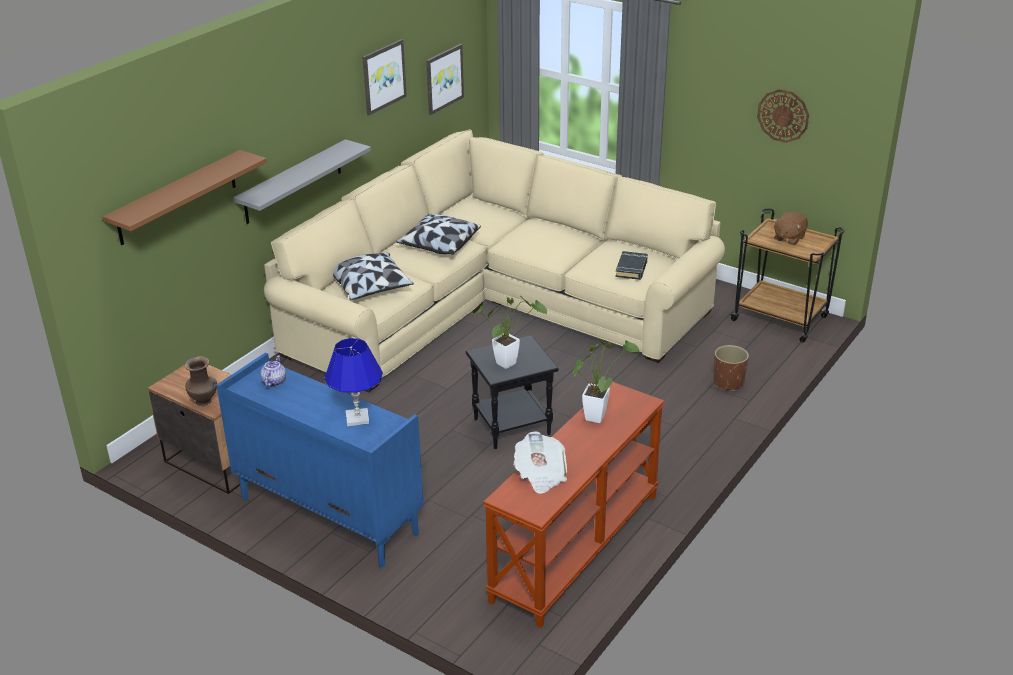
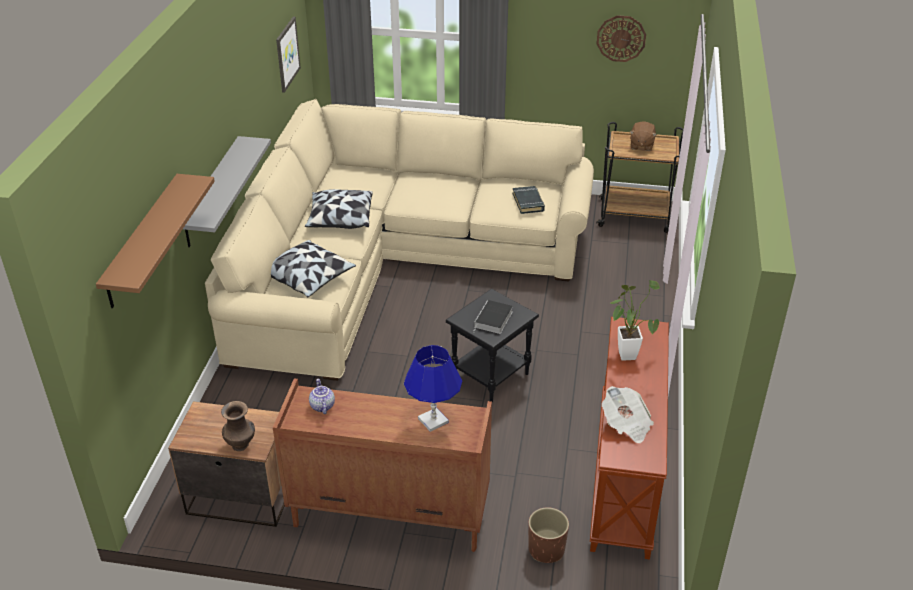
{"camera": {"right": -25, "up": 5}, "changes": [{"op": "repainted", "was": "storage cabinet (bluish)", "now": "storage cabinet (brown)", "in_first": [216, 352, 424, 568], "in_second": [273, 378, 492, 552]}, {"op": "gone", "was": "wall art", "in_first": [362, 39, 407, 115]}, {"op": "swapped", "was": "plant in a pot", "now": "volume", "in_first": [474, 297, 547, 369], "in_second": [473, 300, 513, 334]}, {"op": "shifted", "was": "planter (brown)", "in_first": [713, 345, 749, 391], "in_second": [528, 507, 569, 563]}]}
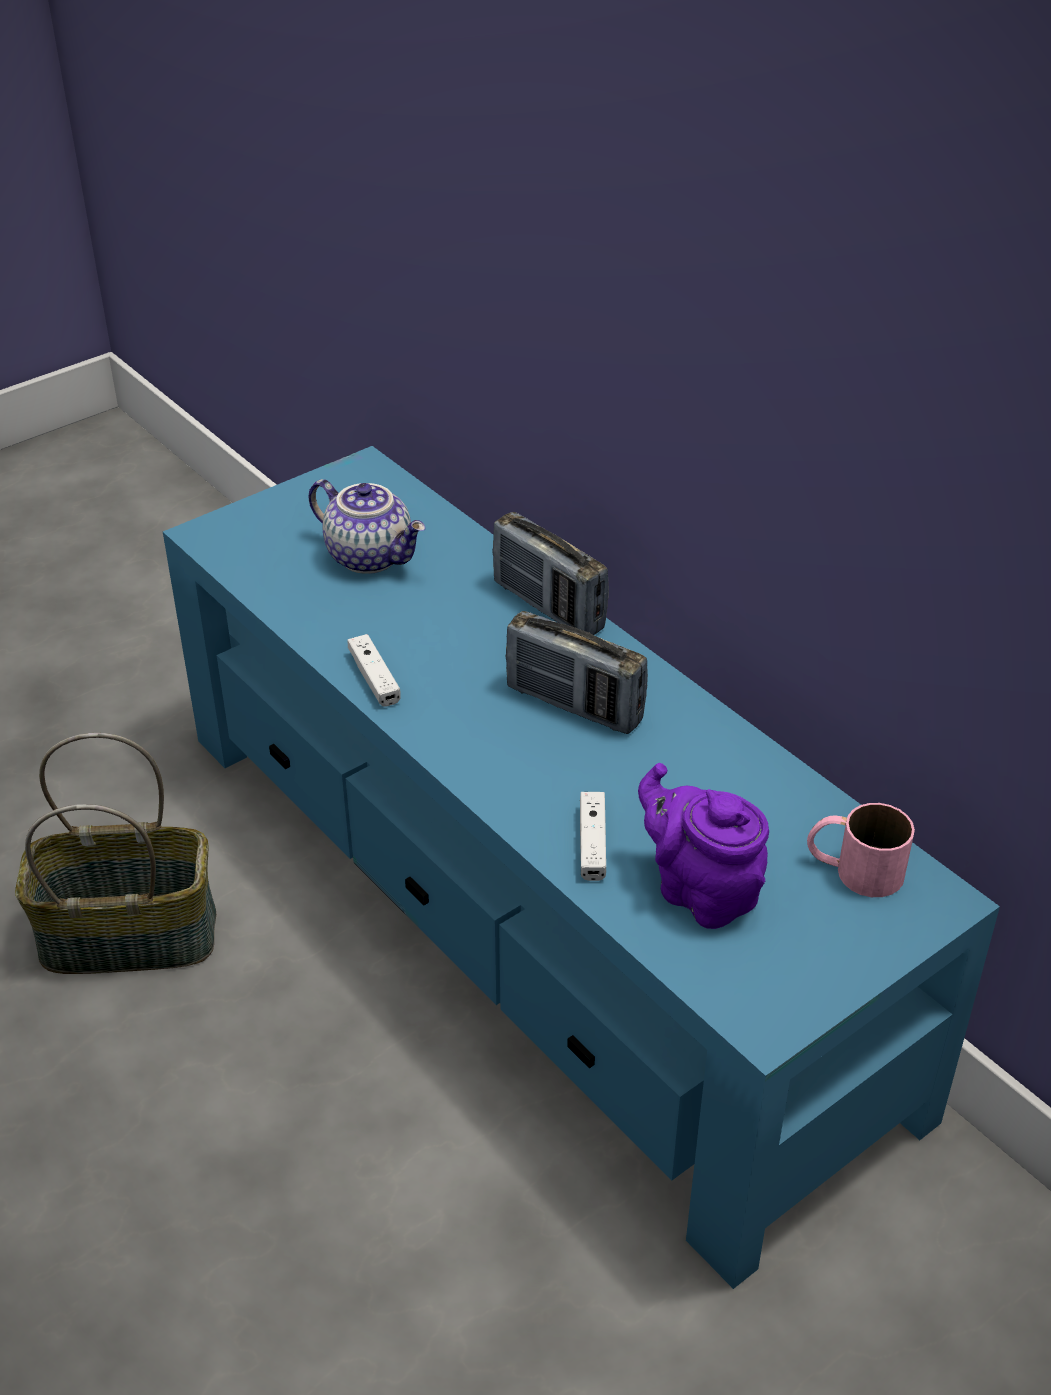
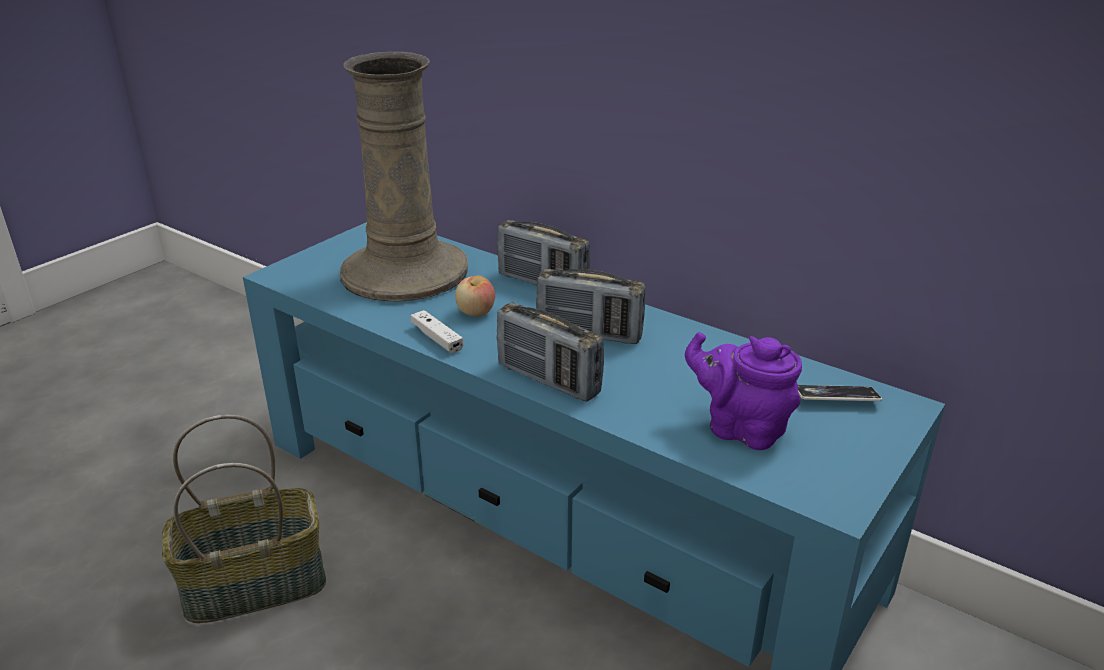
{"camera": {"right": -15, "up": -10}, "changes": [{"op": "swapped", "was": "teapot", "now": "flower vase (sand-coloured)", "in_first": [308, 479, 426, 574], "in_second": [340, 52, 468, 302]}, {"op": "gone", "was": "joypad (white)", "in_first": [580, 792, 606, 881]}, {"op": "swapped", "was": "tea mug (pinkish)", "now": "telephone", "in_first": [807, 803, 915, 897], "in_second": [798, 385, 882, 401]}, {"op": "new", "now": "whole apple", "in_second": [455, 276, 495, 317]}, {"op": "new", "now": "radio", "in_second": [497, 302, 604, 402]}]}
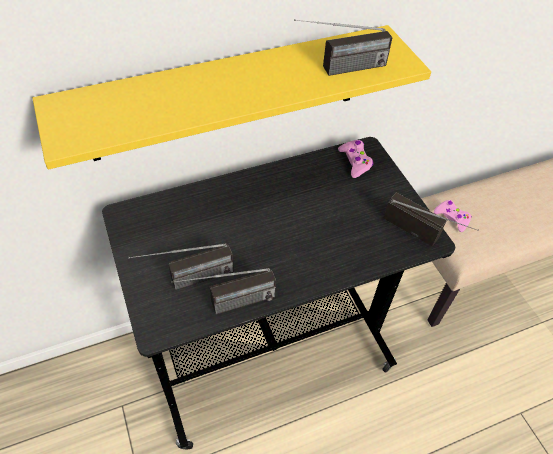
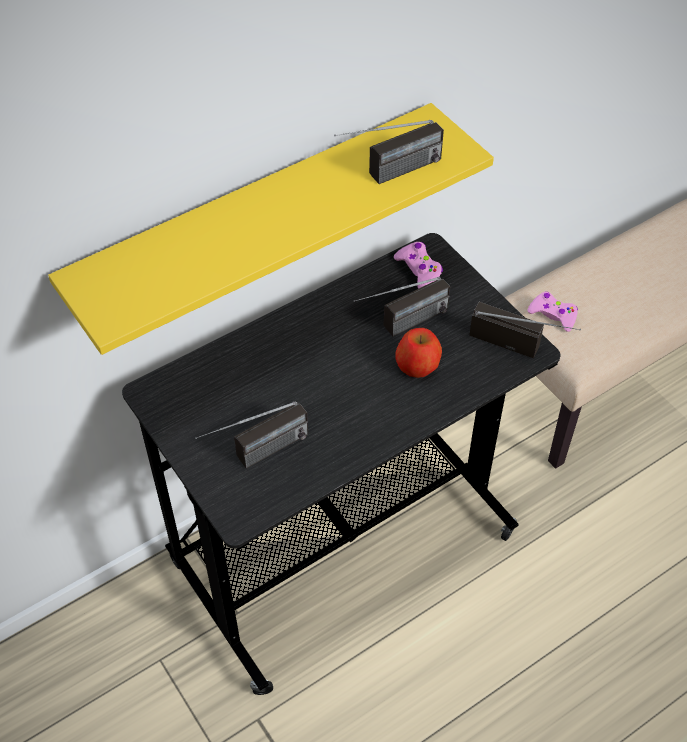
{"camera": {"right": -10, "up": 0}, "changes": [{"op": "shifted", "was": "radio", "in_first": [171, 268, 276, 315], "in_second": [354, 277, 450, 336]}, {"op": "new", "now": "whole apple", "in_second": [395, 328, 442, 378]}]}
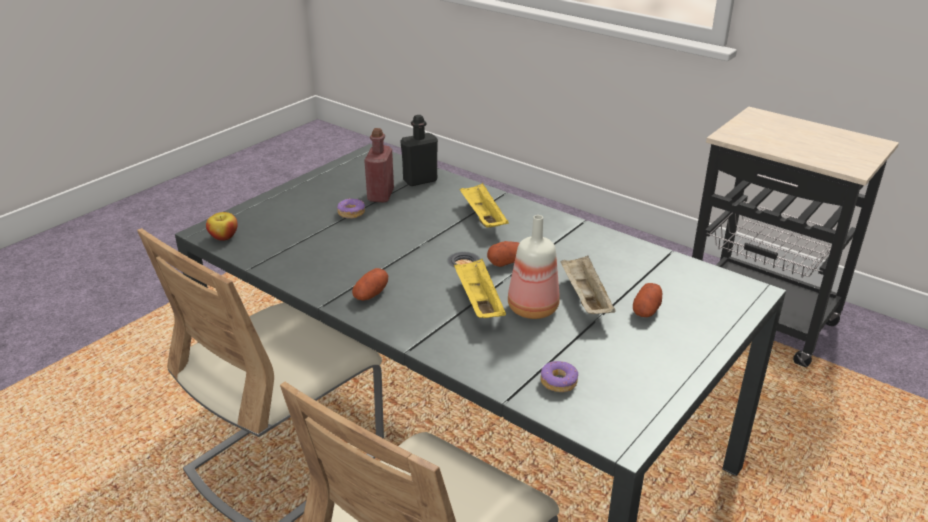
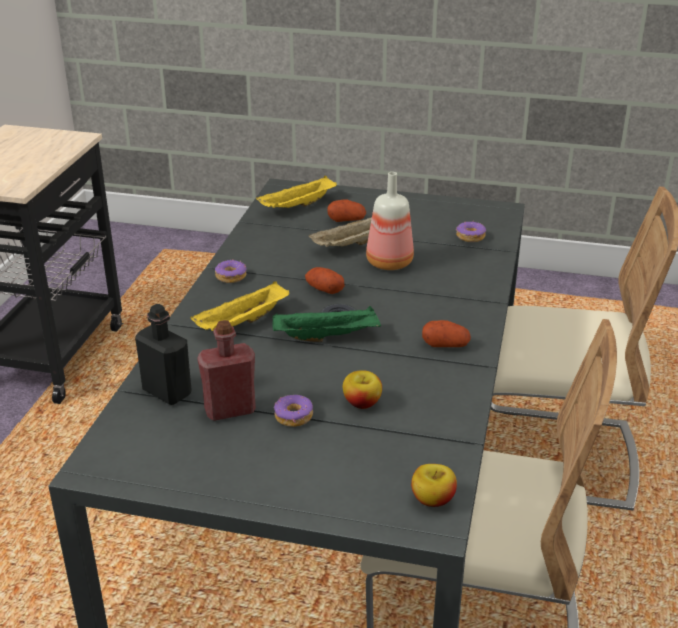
{"camera": {"right": -115, "up": 0}, "changes": [{"op": "shifted", "was": "serving tray (yellow)", "in_first": [454, 259, 506, 318], "in_second": [256, 176, 337, 208]}, {"op": "new", "now": "ring doughnut", "in_second": [215, 260, 246, 283]}, {"op": "new", "now": "serving tray (green)", "in_second": [272, 306, 381, 342]}, {"op": "new", "now": "whole apple", "in_second": [343, 370, 382, 409]}]}
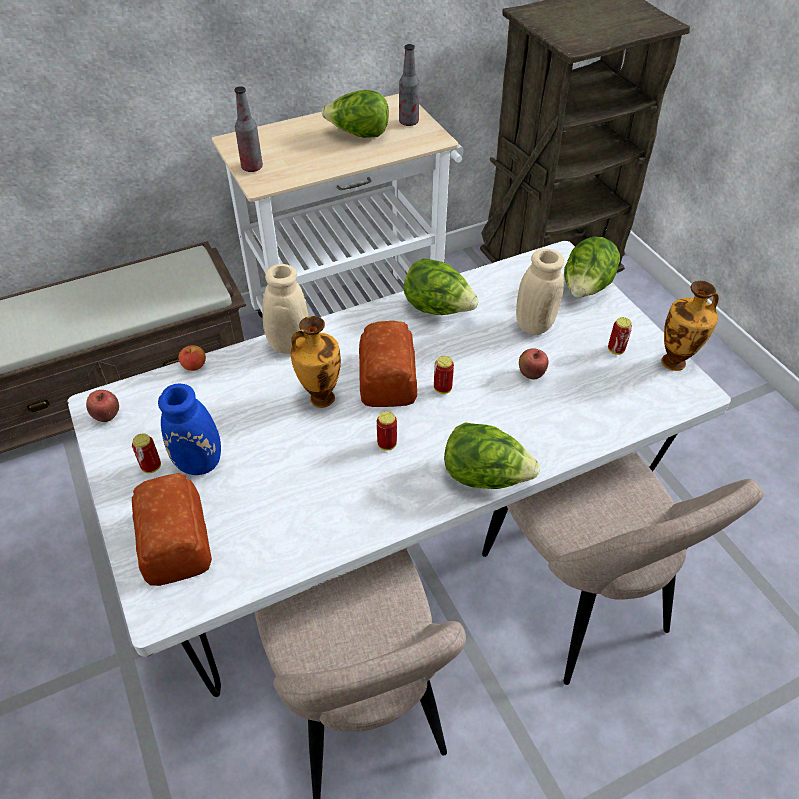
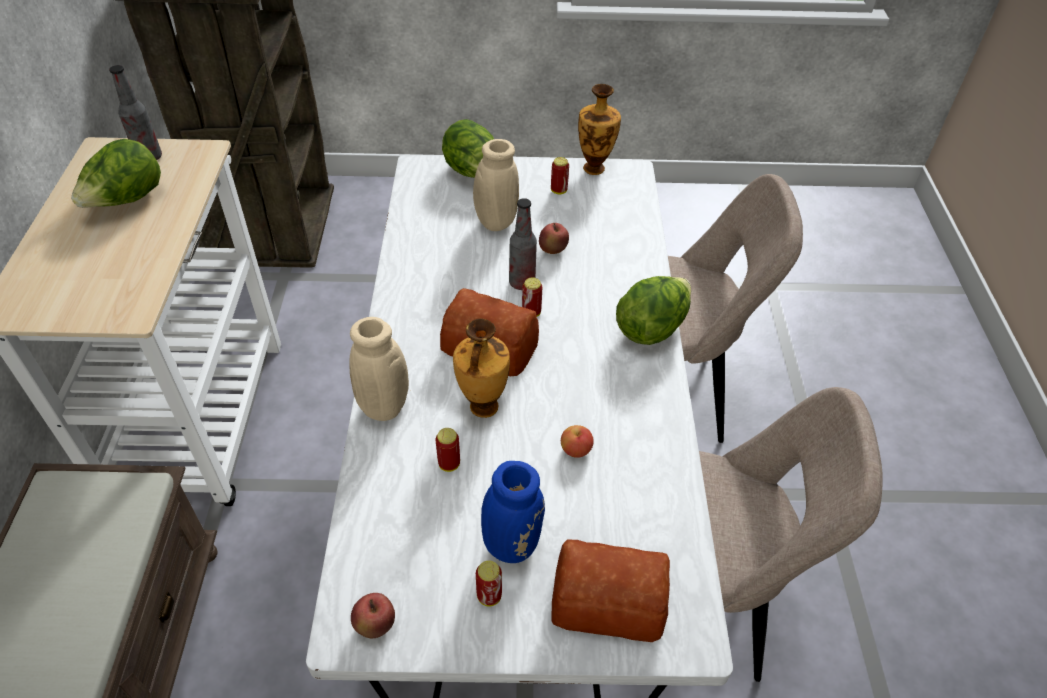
{"camera": {"right": -65, "up": 0}, "changes": [{"op": "shifted", "was": "whole apple", "in_first": [179, 345, 206, 371], "in_second": [561, 425, 594, 458]}, {"op": "shifted", "was": "bottle", "in_first": [234, 86, 263, 172], "in_second": [509, 198, 537, 290]}, {"op": "shifted", "was": "metal can", "in_first": [377, 411, 397, 451], "in_second": [436, 428, 460, 472]}, {"op": "gone", "was": "lettuce head", "in_first": [404, 258, 479, 315]}]}
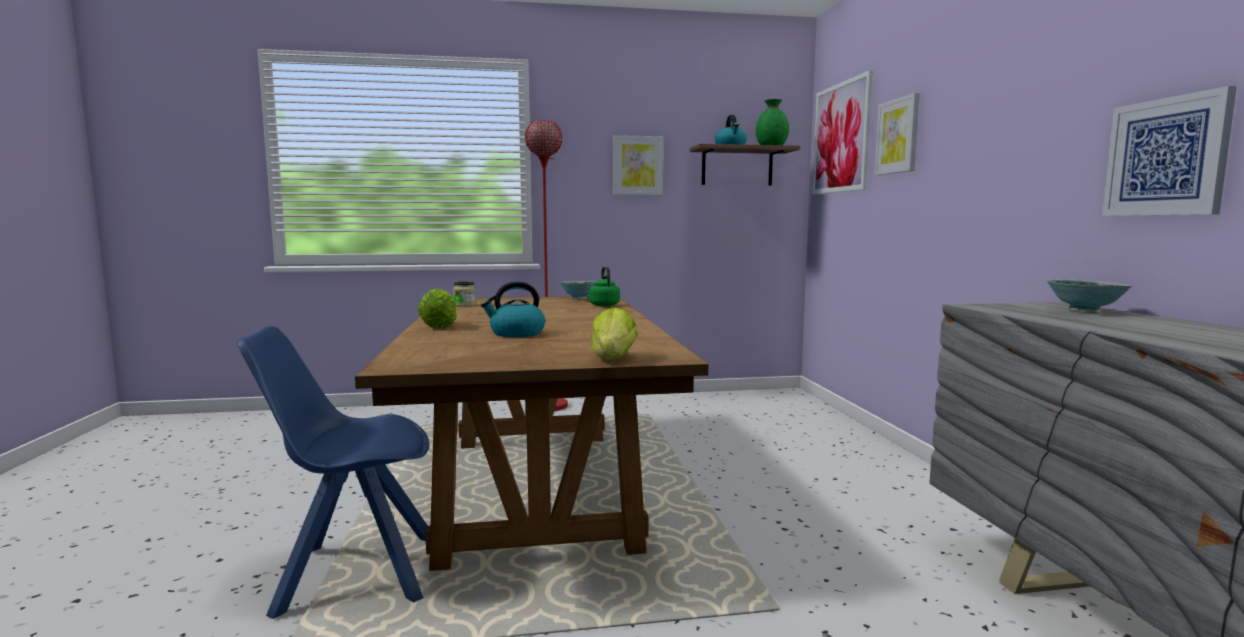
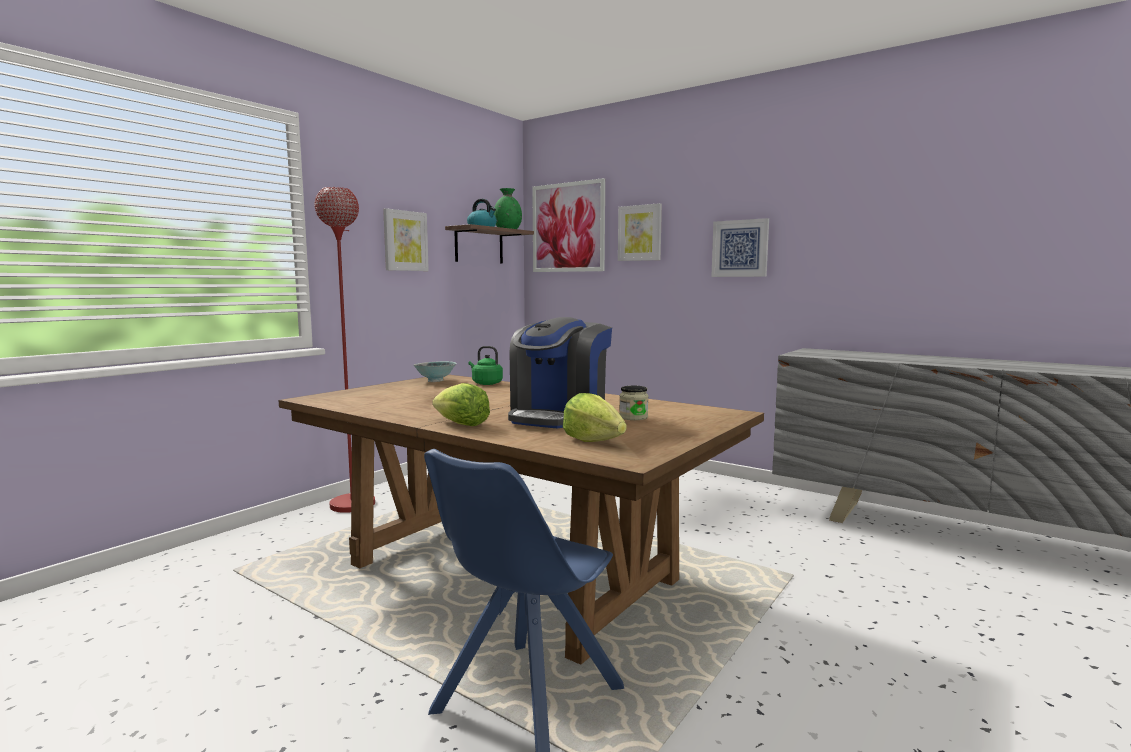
{"camera": {"right": -45, "up": 0}, "changes": [{"op": "shifted", "was": "storage jar", "in_first": [453, 281, 476, 307], "in_second": [620, 386, 648, 420]}, {"op": "swapped", "was": "tea kettle", "now": "coffee brewer", "in_first": [481, 281, 545, 337], "in_second": [508, 317, 612, 428]}, {"op": "shifted", "was": "lettuce head", "in_first": [590, 307, 638, 359], "in_second": [563, 393, 627, 442]}, {"op": "gone", "was": "bowl", "in_first": [1047, 279, 1132, 313]}, {"op": "shifted", "was": "wall art", "in_first": [1102, 86, 1237, 216], "in_second": [711, 218, 769, 277]}]}
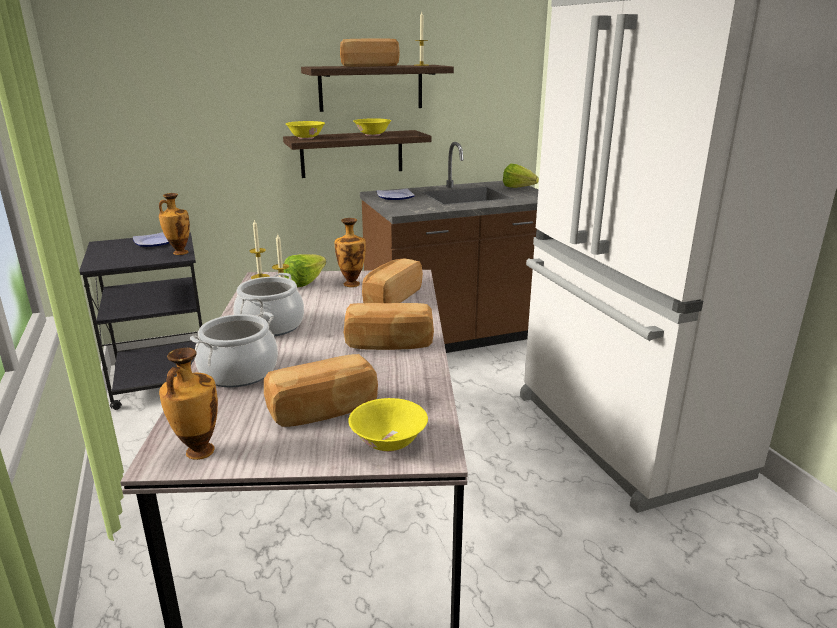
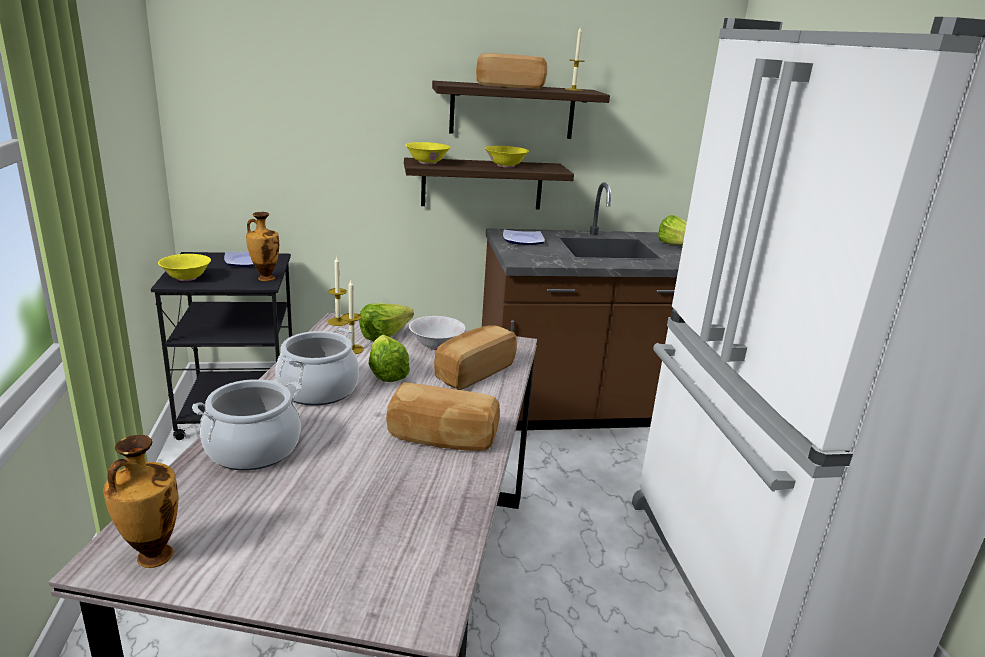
{"camera": {"right": 10, "up": 0}, "changes": [{"op": "gone", "was": "bread", "in_first": [264, 354, 378, 427]}, {"op": "swapped", "was": "flower vase", "now": "bowl (white)", "in_first": [335, 218, 366, 287], "in_second": [409, 316, 466, 350]}, {"op": "shifted", "was": "bowl (yellow)", "in_first": [348, 398, 428, 452], "in_second": [158, 254, 211, 281]}, {"op": "new", "now": "lettuce head", "in_second": [369, 335, 410, 382]}]}
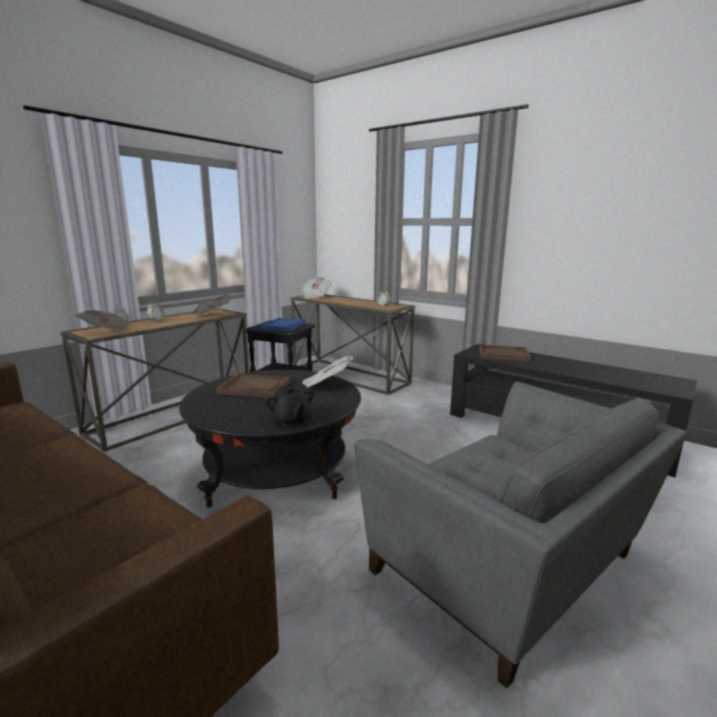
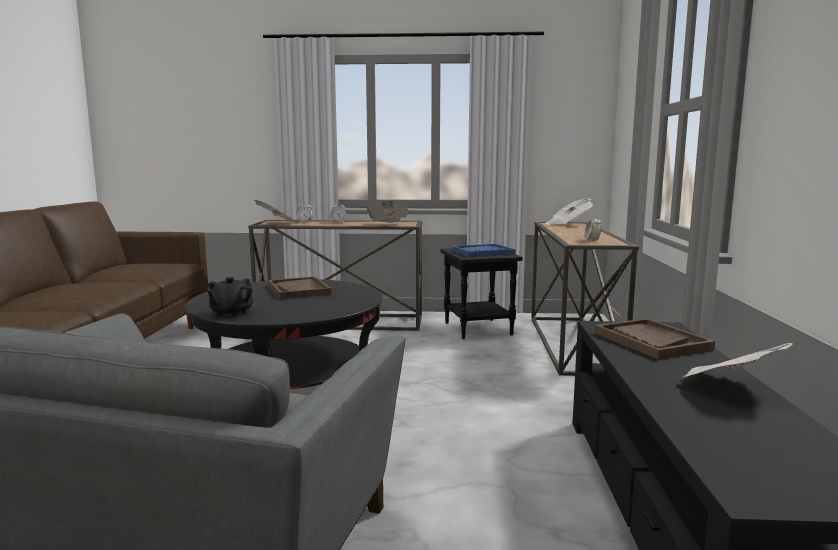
{"camera": {"right": 55, "up": -5}, "changes": [{"op": "shifted", "was": "newspaper", "in_first": [303, 356, 353, 388], "in_second": [681, 343, 793, 378]}]}
